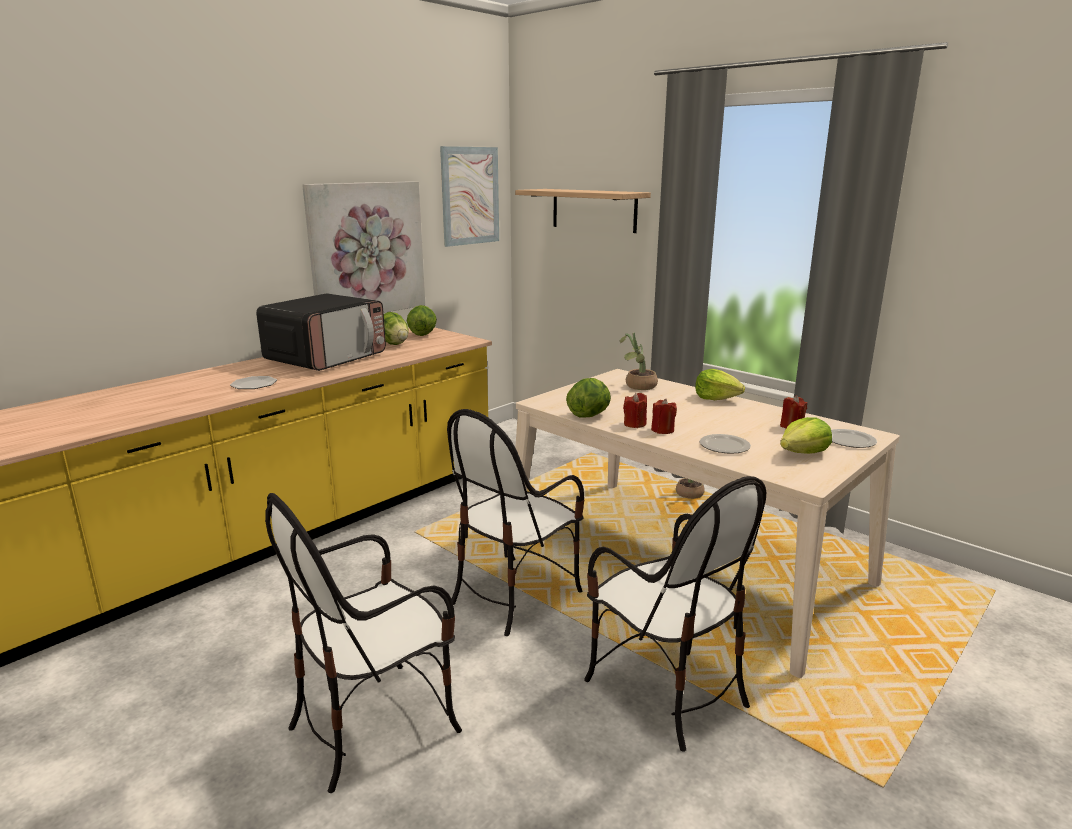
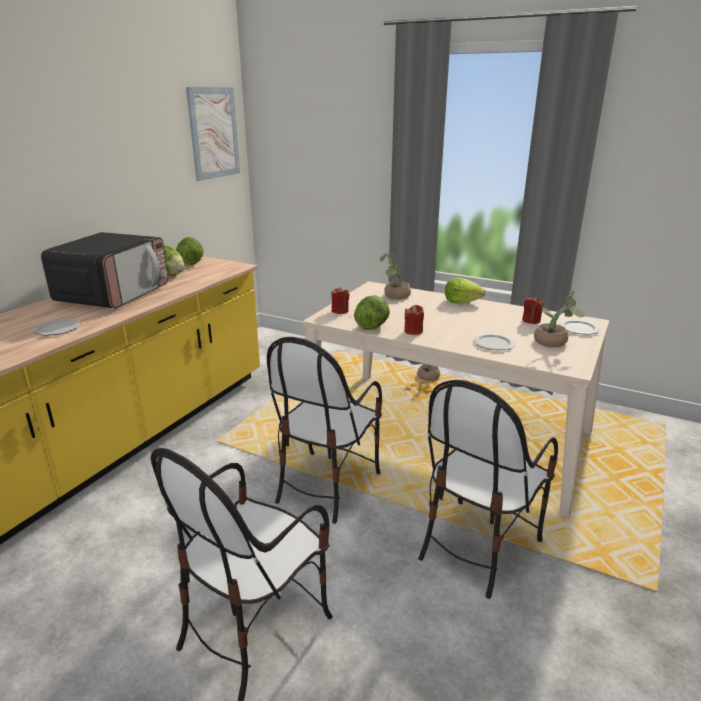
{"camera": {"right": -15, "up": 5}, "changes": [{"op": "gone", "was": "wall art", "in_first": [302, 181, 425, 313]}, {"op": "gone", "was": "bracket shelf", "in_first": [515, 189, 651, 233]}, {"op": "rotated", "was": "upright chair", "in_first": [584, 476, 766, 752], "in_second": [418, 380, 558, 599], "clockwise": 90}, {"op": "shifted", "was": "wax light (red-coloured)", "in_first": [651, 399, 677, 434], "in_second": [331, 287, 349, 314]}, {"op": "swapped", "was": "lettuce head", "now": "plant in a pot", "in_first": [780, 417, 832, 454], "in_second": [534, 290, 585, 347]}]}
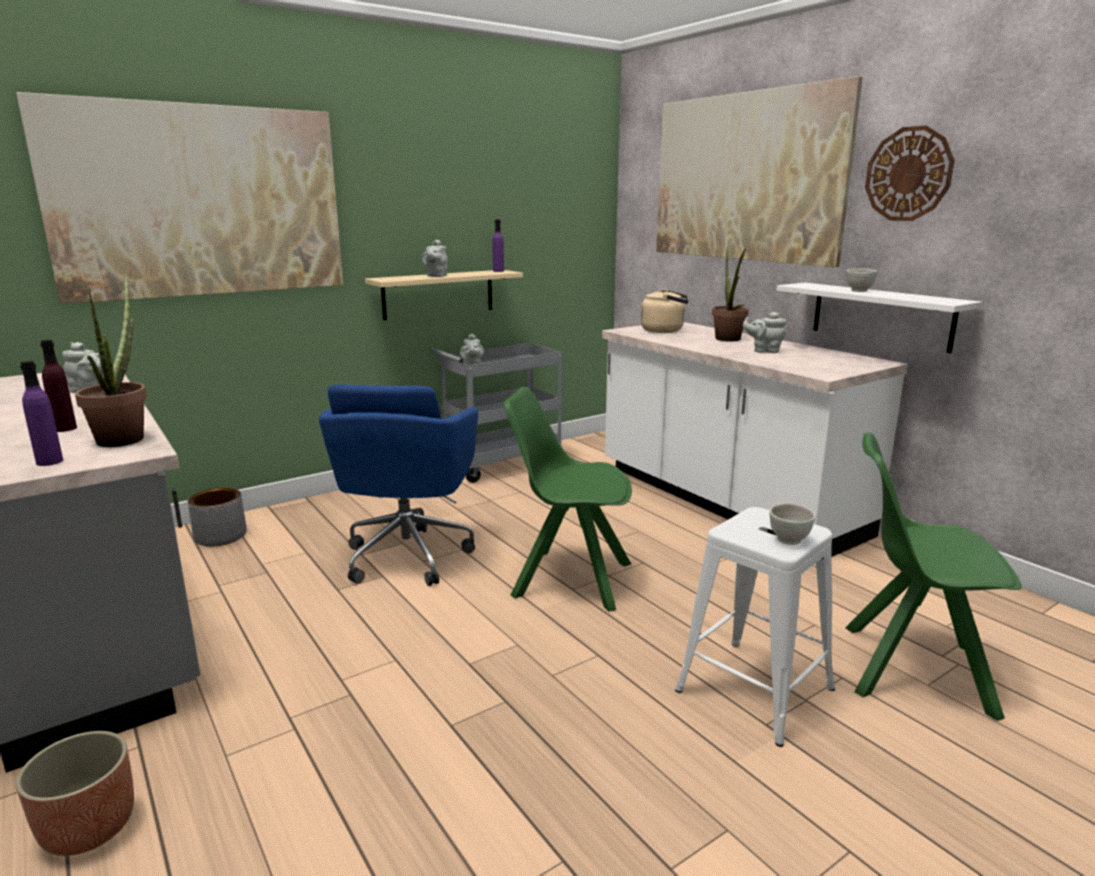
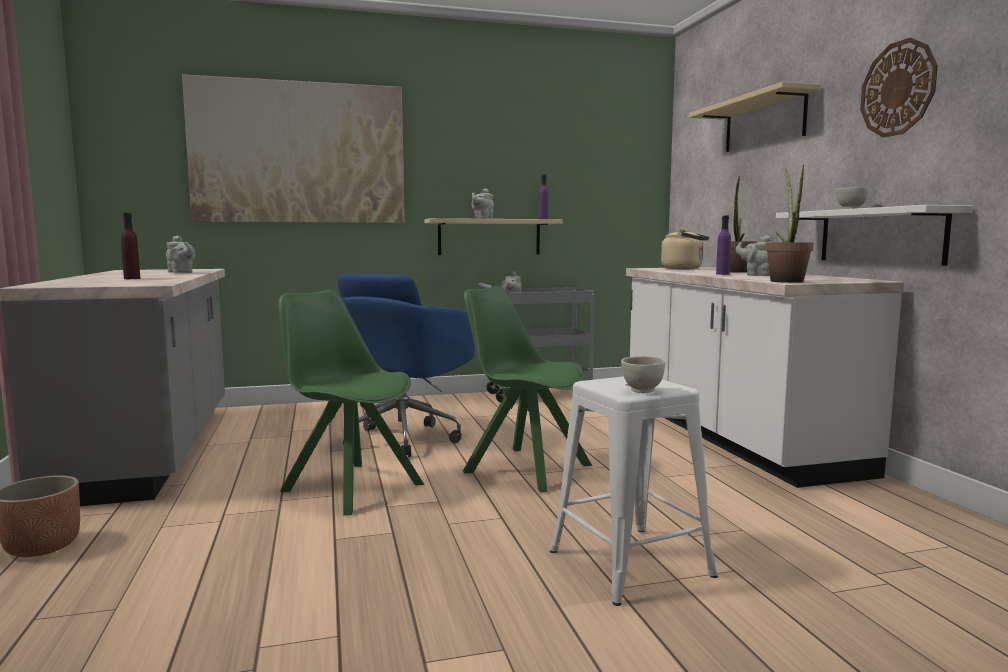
{"camera": {"right": 20, "up": -10}, "changes": [{"op": "shifted", "was": "bottle (purple)", "in_first": [20, 361, 63, 466], "in_second": [716, 216, 731, 275]}, {"op": "shifted", "was": "plant in a pot", "in_first": [75, 274, 147, 447], "in_second": [765, 164, 814, 283]}, {"op": "gone", "was": "planter (gray)", "in_first": [188, 488, 247, 547]}, {"op": "swapped", "was": "wall art", "now": "bracket shelf (sand-coloured)", "in_first": [656, 76, 862, 267], "in_second": [689, 82, 821, 152]}, {"op": "shifted", "was": "upright chair (green)", "in_first": [845, 432, 1022, 721], "in_second": [278, 290, 424, 516]}]}
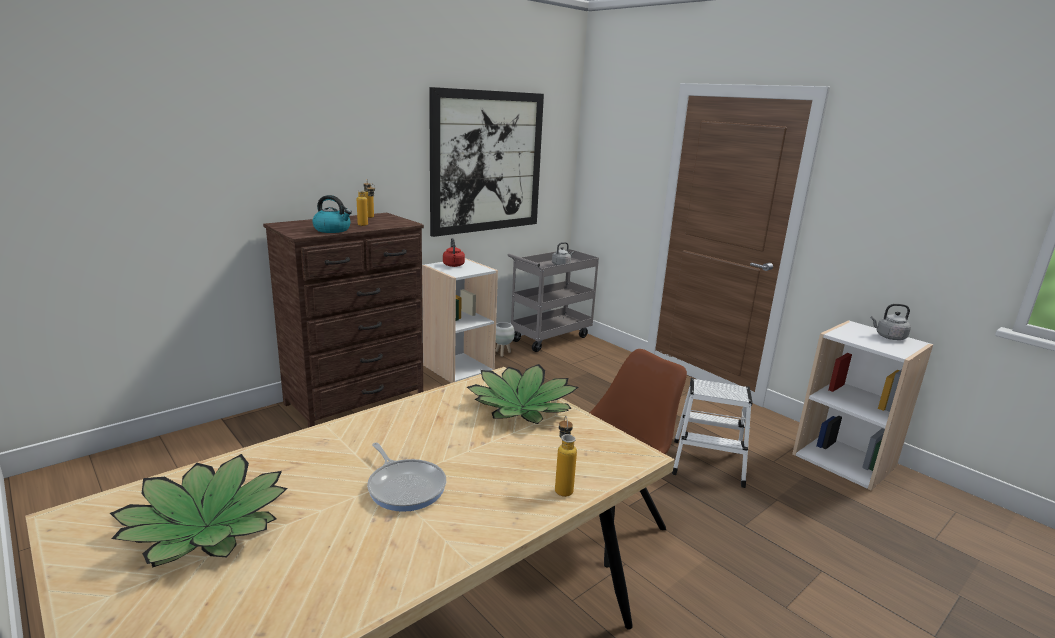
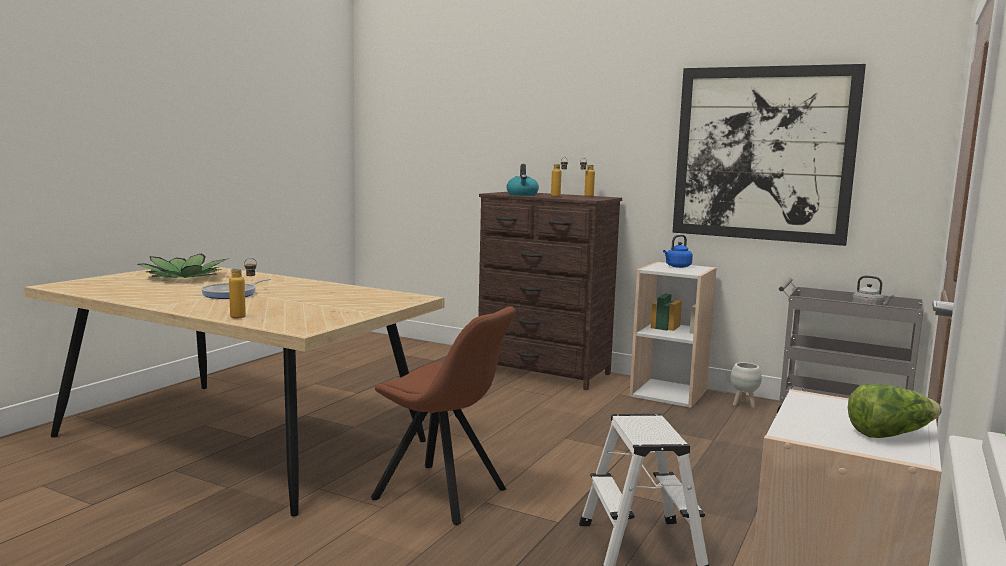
{"camera": {"right": 70, "up": -10}, "changes": [{"op": "repainted", "was": "tea kettle (red-coloured)", "now": "tea kettle (bluish)", "in_first": [443, 238, 465, 267], "in_second": [663, 235, 693, 268]}, {"op": "gone", "was": "plant in a pot", "in_first": [467, 364, 578, 424]}, {"op": "swapped", "was": "tea kettle (gray)", "now": "lettuce head", "in_first": [871, 304, 911, 340], "in_second": [848, 384, 942, 438]}]}
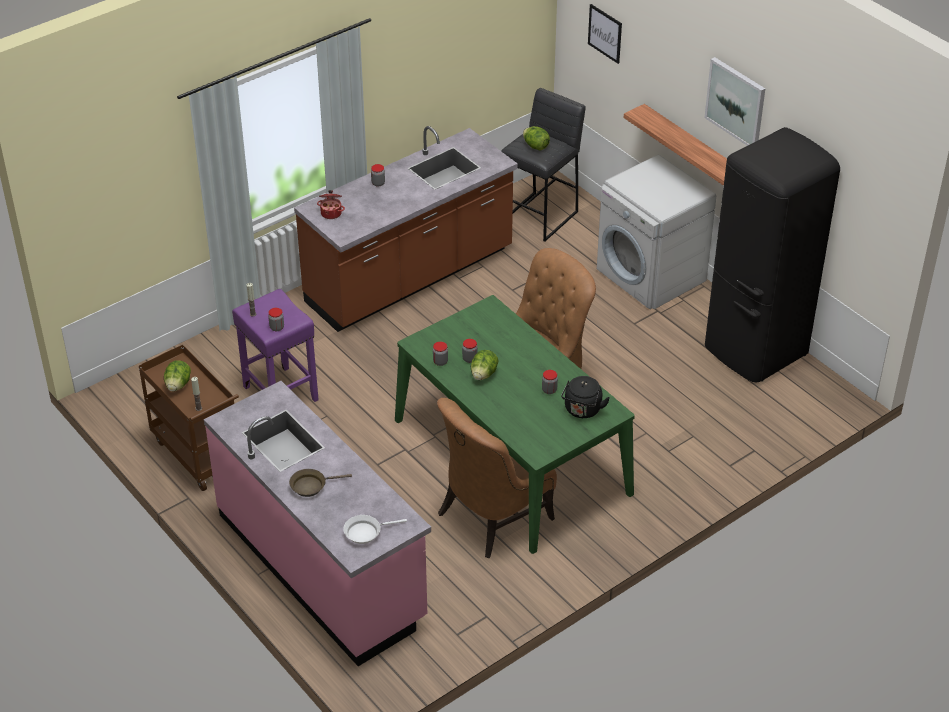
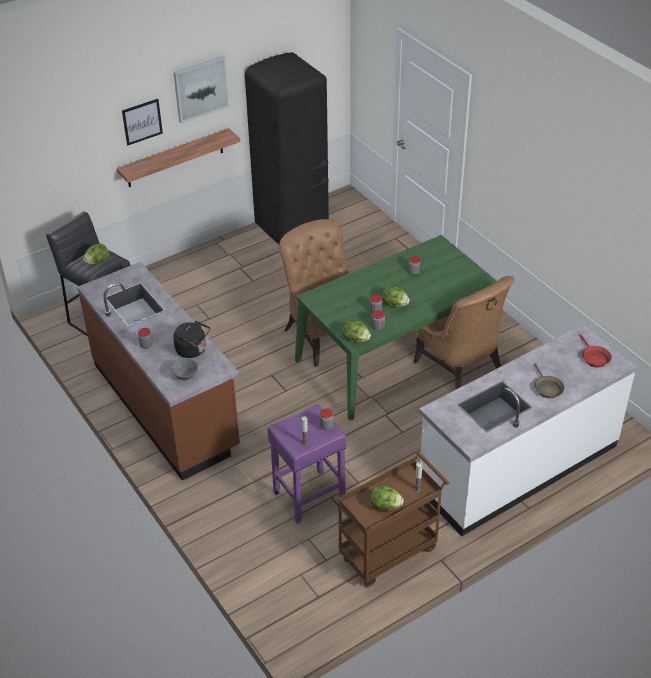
{"camera": {"right": -85, "up": 0}, "changes": [{"op": "repainted", "was": "kitchen counter (pinkish)", "now": "kitchen counter (white)", "in_first": [204, 381, 431, 666], "in_second": [419, 325, 637, 536]}, {"op": "swapped", "was": "saucepot", "now": "bowl (gray)", "in_first": [317, 190, 345, 219], "in_second": [171, 358, 198, 380]}, {"op": "repainted", "was": "skillet (white)", "now": "skillet (red-coloured)", "in_first": [343, 515, 407, 544], "in_second": [580, 335, 612, 368]}, {"op": "shifted", "was": "tea kettle (black)", "in_first": [561, 376, 610, 418], "in_second": [173, 321, 210, 358]}, {"op": "shifted", "was": "wall art", "in_first": [588, 4, 622, 64], "in_second": [122, 99, 163, 145]}, {"op": "gone", "was": "laundry appliance (white)", "in_first": [597, 155, 716, 309]}, {"op": "new", "now": "lettuce head", "in_second": [343, 320, 371, 343]}]}
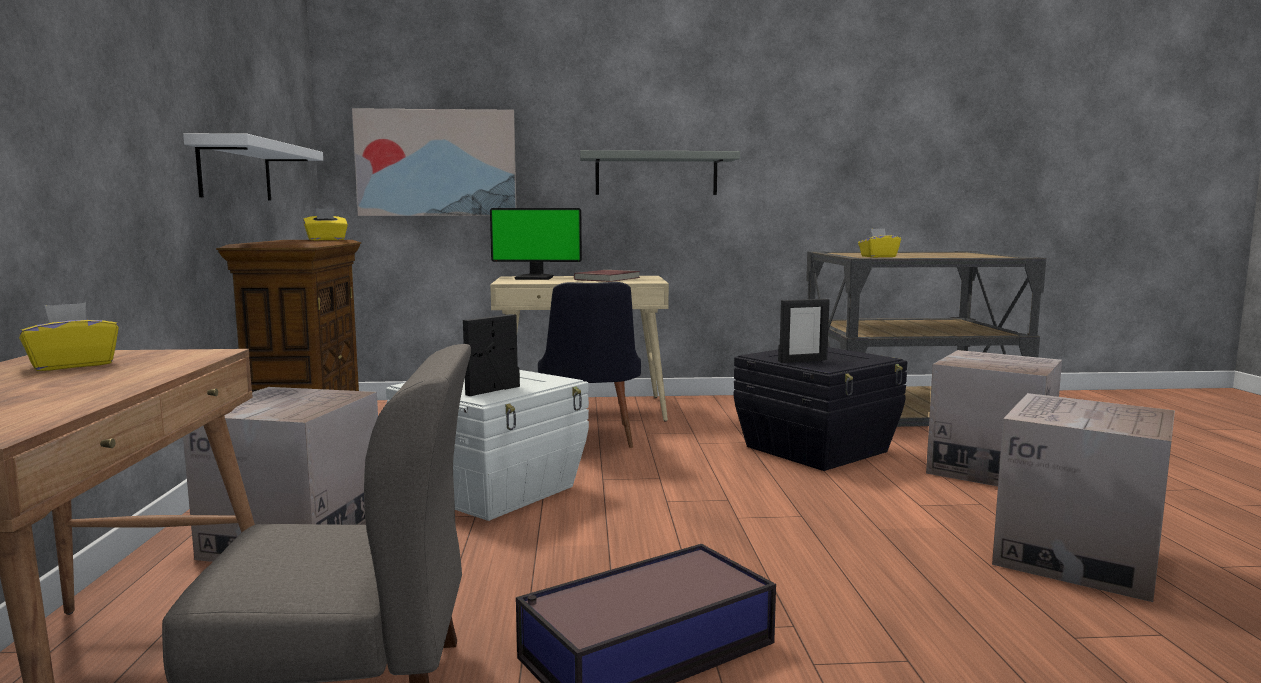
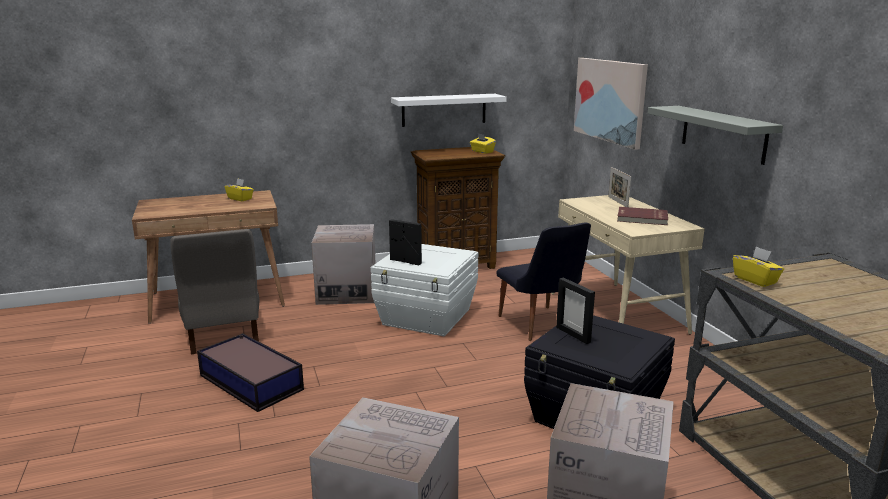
{"camera": {"right": 75, "up": 10}, "changes": [{"op": "swapped", "was": "computer screen", "now": "photo frame", "in_first": [490, 208, 582, 280], "in_second": [608, 167, 631, 207]}, {"op": "rotated", "was": "upright chair (black)", "in_first": [538, 282, 641, 448], "in_second": [497, 223, 591, 341], "clockwise": -90}]}
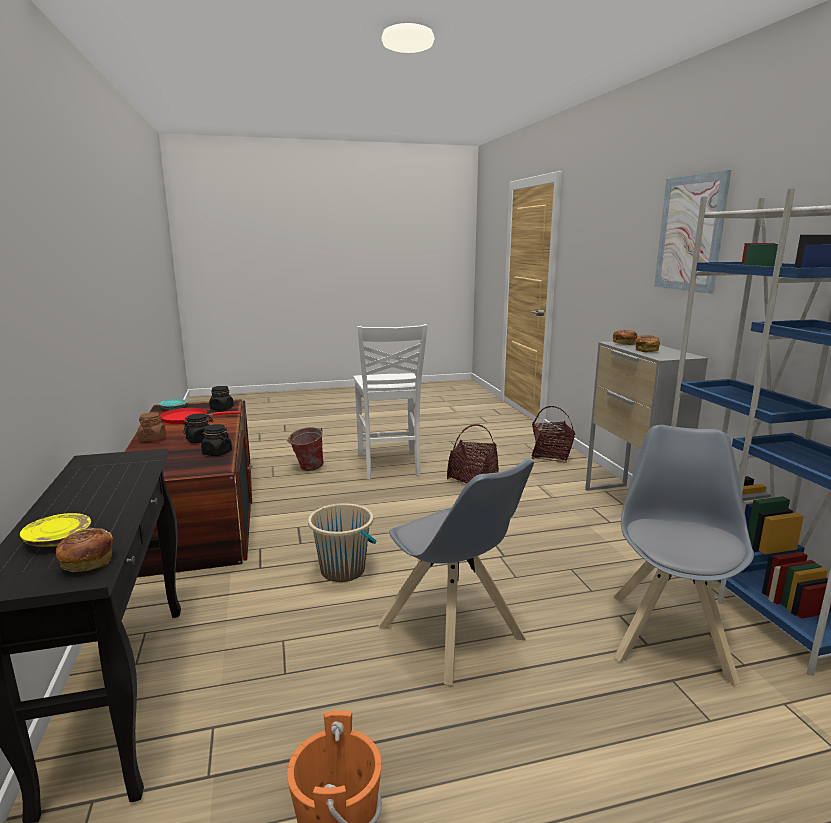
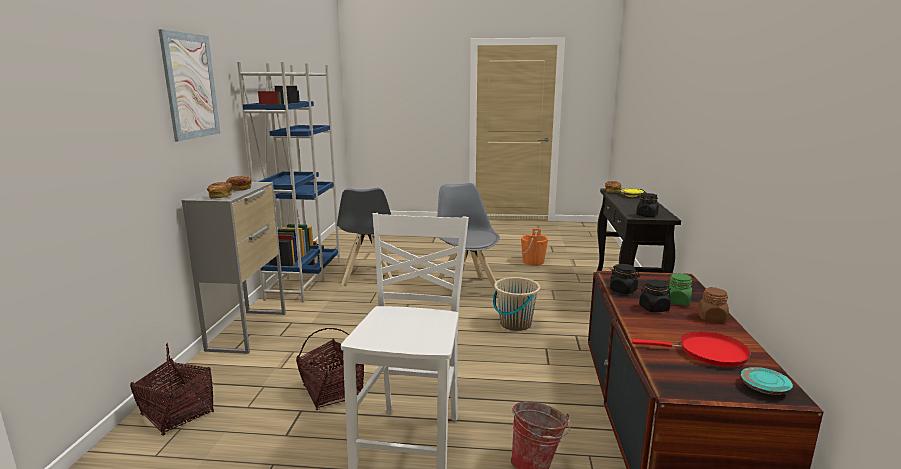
{"camera": {"right": -160, "up": 0}, "changes": [{"op": "shifted", "was": "storage jar (black)", "in_first": [209, 386, 234, 410], "in_second": [636, 193, 659, 217]}, {"op": "rotated", "was": "upright chair (gray)", "in_first": [613, 425, 754, 685], "in_second": [337, 188, 392, 286], "clockwise": -45}, {"op": "new", "now": "storage jar (green)", "in_second": [668, 273, 692, 306]}]}
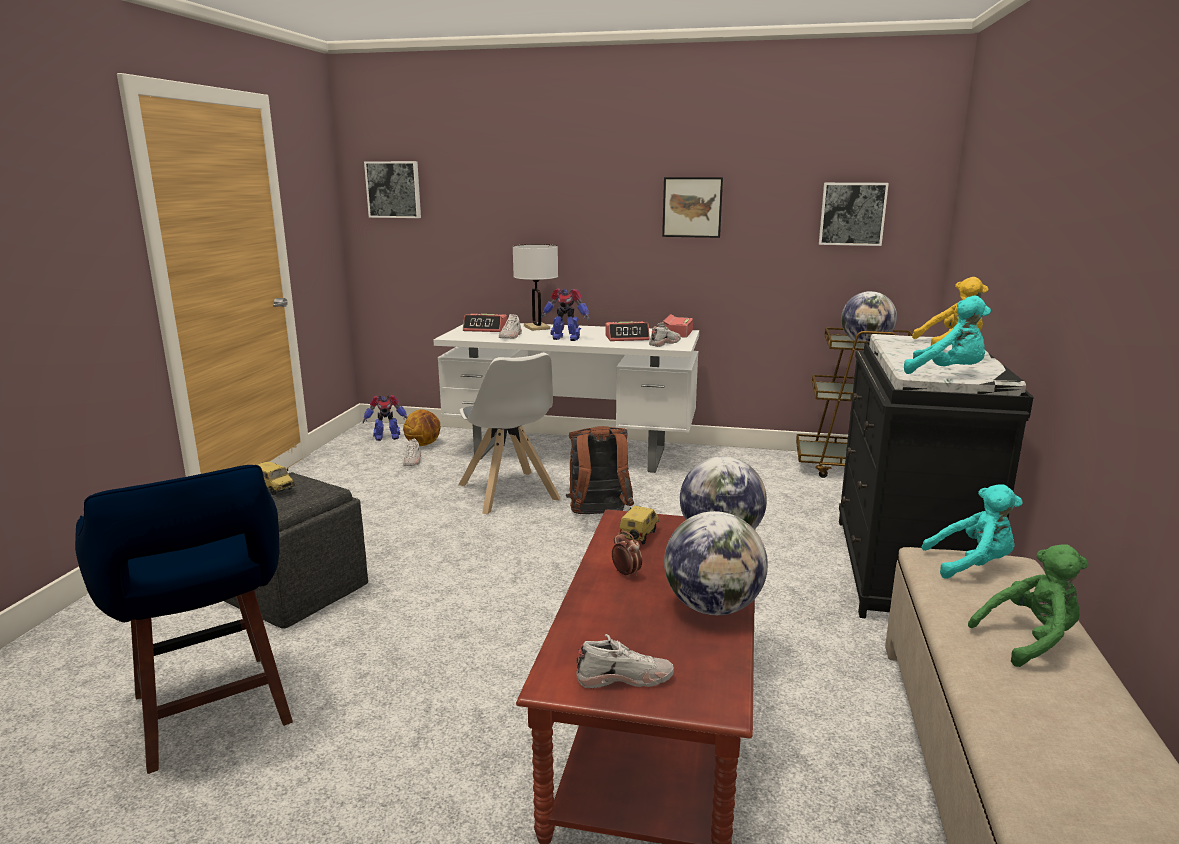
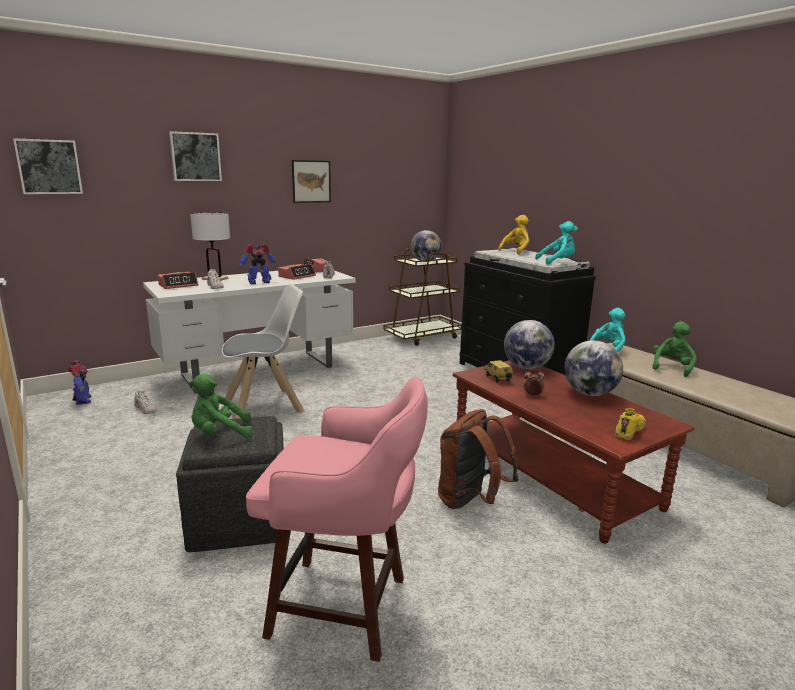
{"camera": {"right": -45, "up": 0}, "changes": [{"op": "repainted", "was": "stool seat (bluish)", "now": "stool seat (pinkish)", "in_first": [75, 465, 293, 774], "in_second": [246, 376, 428, 662]}, {"op": "swapped", "was": "toy car", "now": "plush toy (green)", "in_first": [257, 462, 295, 495], "in_second": [189, 374, 253, 438]}, {"op": "rotated", "was": "robot figure", "in_first": [363, 395, 408, 441], "in_second": [68, 360, 91, 405], "clockwise": -60}, {"op": "gone", "was": "basketball", "in_first": [403, 409, 441, 446]}, {"op": "rotated", "was": "upright chair", "in_first": [459, 353, 561, 514], "in_second": [222, 284, 304, 419], "clockwise": -45}, {"op": "shifted", "was": "knapsack (brown)", "in_first": [566, 426, 634, 514], "in_second": [438, 409, 519, 509]}, {"op": "repainted", "was": "shoe (white)", "now": "shoe (yellow)", "in_first": [576, 634, 674, 688], "in_second": [615, 409, 646, 440]}, {"op": "shifted", "was": "wall art", "in_first": [819, 183, 889, 246], "in_second": [169, 131, 222, 181]}]}
